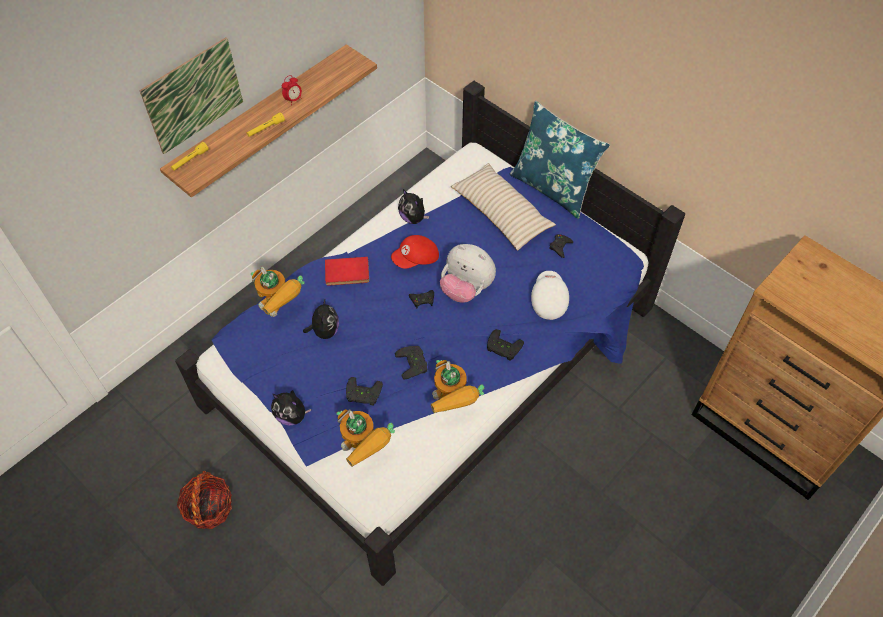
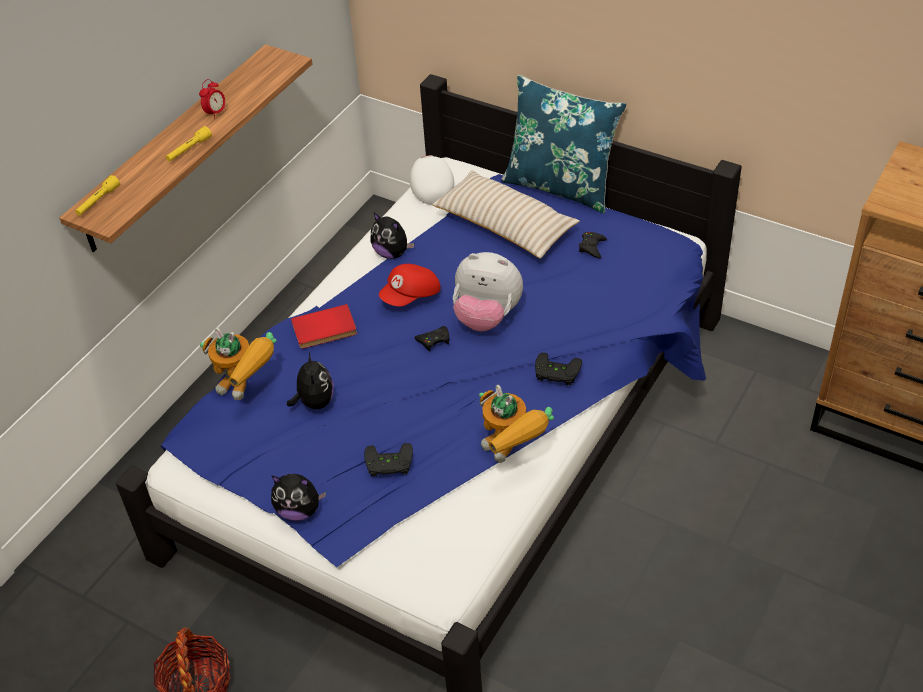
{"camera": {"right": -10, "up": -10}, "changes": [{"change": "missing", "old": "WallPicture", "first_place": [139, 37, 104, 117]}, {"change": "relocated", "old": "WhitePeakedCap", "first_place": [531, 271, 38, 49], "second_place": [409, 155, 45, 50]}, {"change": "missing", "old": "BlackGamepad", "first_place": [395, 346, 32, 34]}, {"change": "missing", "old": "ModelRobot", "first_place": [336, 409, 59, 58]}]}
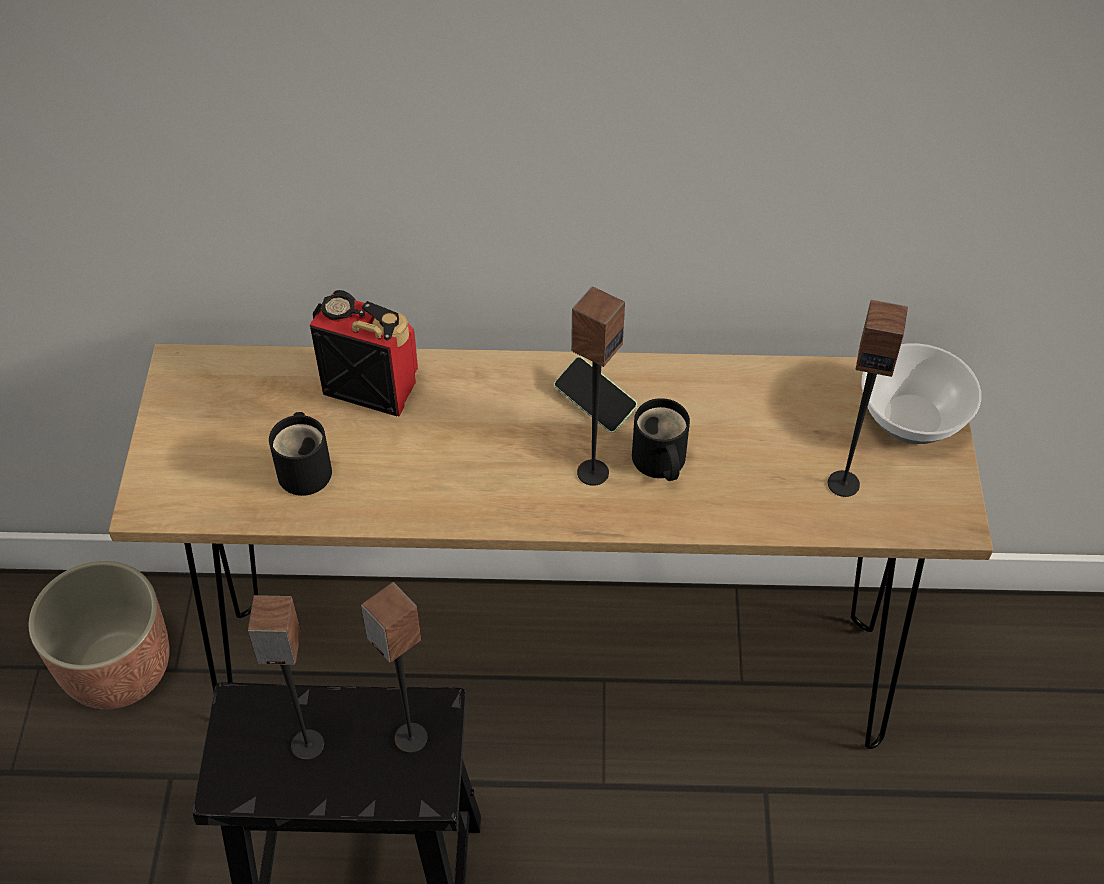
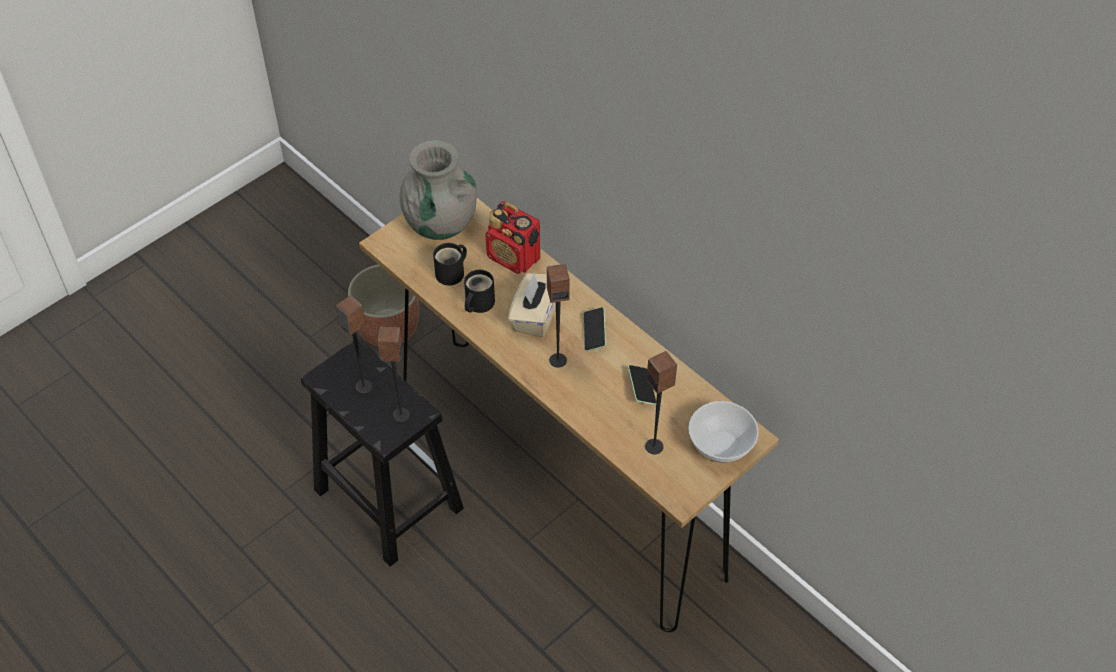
{"camera": {"right": 45, "up": 0}, "changes": [{"change": "spun", "old": "Radio", "first_place": [310, 290, 108, 126], "second_place": [485, 201, 55, 73], "degrees": 150}, {"change": "relocated", "old": "BlackCoffeeMug", "first_place": [632, 398, 58, 83], "second_place": [464, 270, 31, 43]}, {"change": "appeared", "new": "GreyDecorativeVase", "second_place": [399, 140, 78, 100]}, {"change": "appeared", "new": "SandColouredTissueHolder", "second_place": [508, 273, 48, 65]}, {"change": "appeared", "new": "Telephone", "second_place": [628, 365, 28, 40]}]}
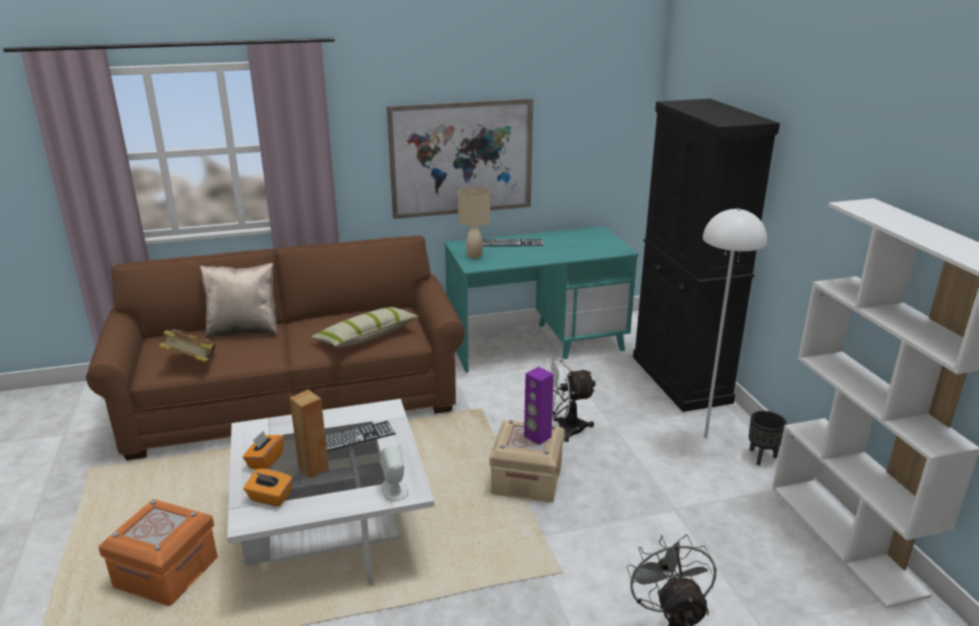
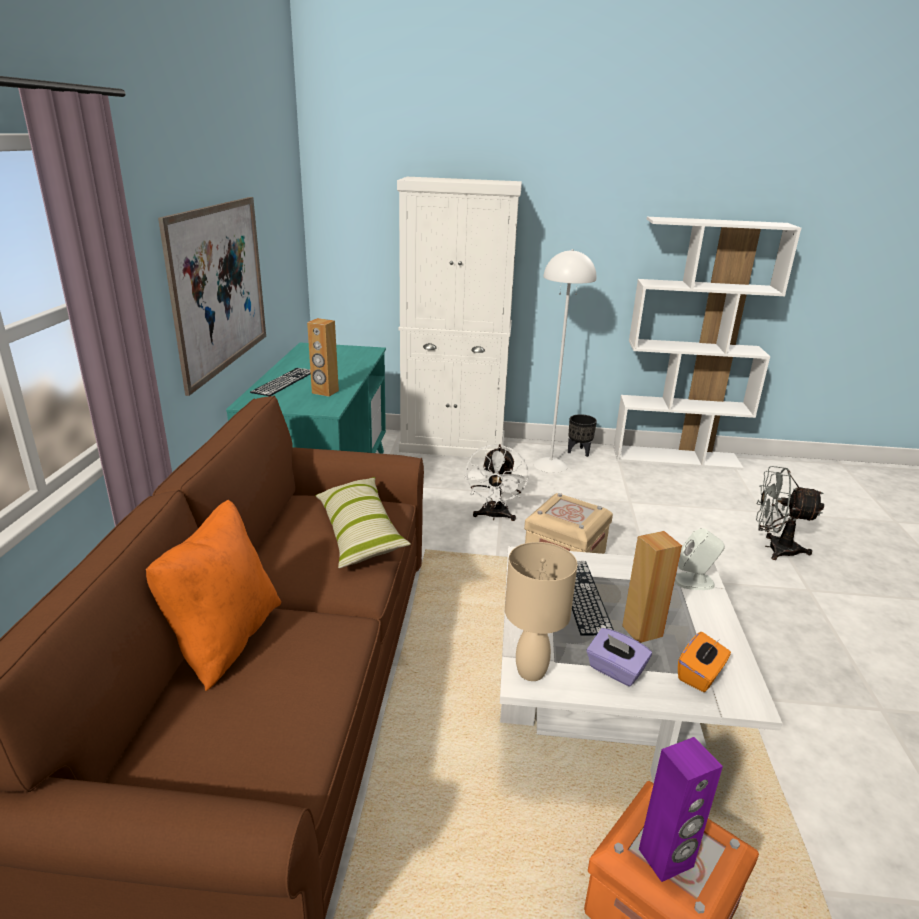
{"camera": {"right": -70, "up": 0}, "changes": [{"change": "colour", "old": "BlackCupboard", "new": "WhiteCupboard", "first_place": [633, 99, 147, 313], "second_place": [397, 177, 125, 281]}, {"change": "relocated", "old": "SandColouredTabletopLamp", "first_place": [458, 187, 32, 71], "second_place": [505, 542, 72, 139]}, {"change": "colour", "old": "SandColouredPillow", "new": "OrangePillow", "first_place": [200, 263, 78, 74], "second_place": [146, 500, 135, 191]}, {"change": "missing", "old": "BoundBook", "first_place": [159, 329, 57, 33]}, {"change": "relocated", "old": "PurpleLoudspeaker", "first_place": [524, 367, 30, 78], "second_place": [639, 737, 84, 145]}, {"change": "colour", "old": "OrangeTissueHolder", "new": "PurpleTissueHolder", "first_place": [243, 431, 41, 38], "second_place": [586, 628, 66, 59]}, {"change": "appeared", "new": "BrownLoudspeaker", "second_place": [307, 318, 32, 79]}]}
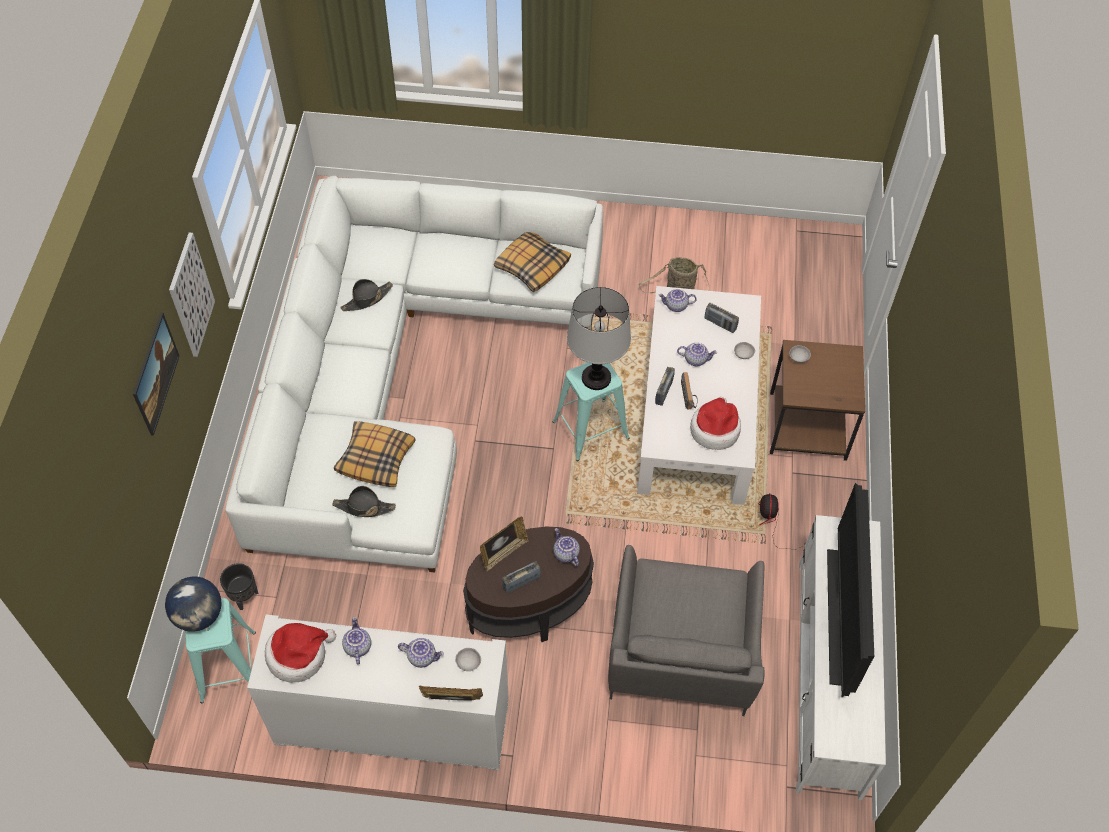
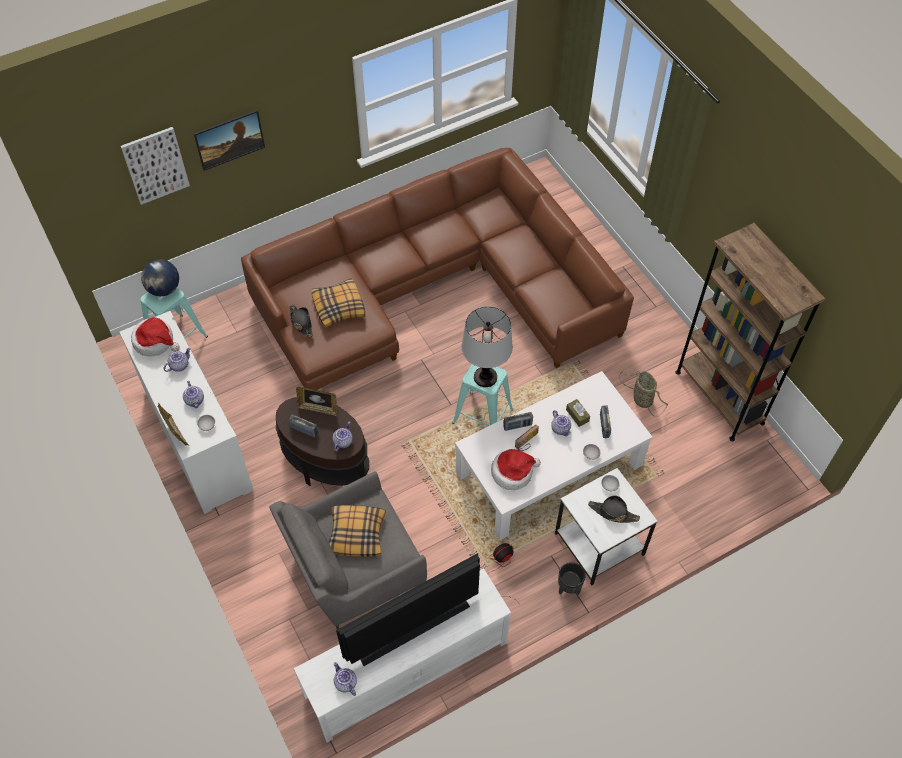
{"camera": {"right": 55, "up": 0}, "changes": [{"change": "colour", "old": "WhiteCouch", "new": "BrownCouch", "first_place": [225, 176, 378, 397], "second_place": [241, 148, 393, 242]}, {"change": "relocated", "old": "Pillow", "first_place": [494, 232, 77, 60], "second_place": [329, 505, 57, 52]}, {"change": "relocated", "old": "WallPicture", "first_place": [169, 233, 46, 124], "second_place": [120, 127, 70, 78]}, {"change": "relocated", "old": "BlackWearableHat", "first_place": [340, 279, 53, 32], "second_place": [588, 495, 52, 28]}, {"change": "relocated", "old": "TeaPot", "first_place": [658, 289, 39, 23], "second_place": [334, 662, 23, 34]}, {"change": "colour", "old": "BrownSideTable", "new": "WhiteSideTable", "first_place": [770, 340, 95, 121], "second_place": [555, 468, 103, 118]}, {"change": "relocated", "old": "BlackPlantPot", "first_place": [220, 563, 39, 47], "second_place": [558, 562, 28, 33]}, {"change": "appeared", "new": "BrownShelvingUnit", "second_place": [675, 223, 151, 218]}, {"change": "appeared", "new": "BrownTissueHolder", "second_place": [566, 399, 24, 28]}]}
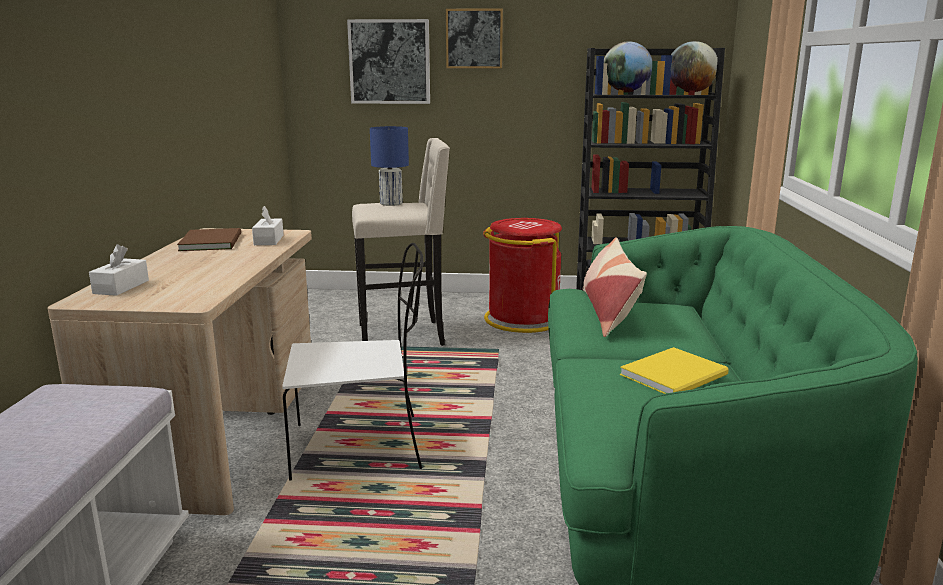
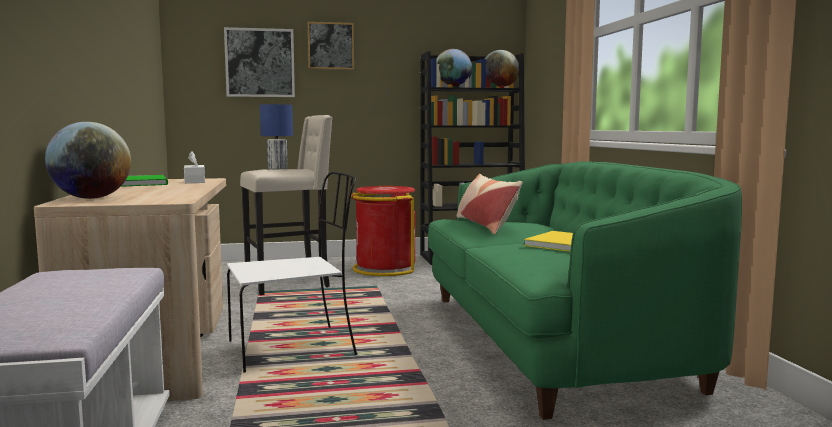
{"camera": {"right": -15, "up": -10}, "changes": [{"change": "colour", "old": "BrownBoundBook", "new": "GreenColouredBoundBook", "first_place": [177, 228, 64, 23], "second_place": [121, 175, 47, 12]}, {"change": "exchanged", "old": "WhiteTissueHolder", "new": "WorldGlobe", "first_place": [89, 244, 60, 52], "second_place": [45, 122, 86, 77]}]}
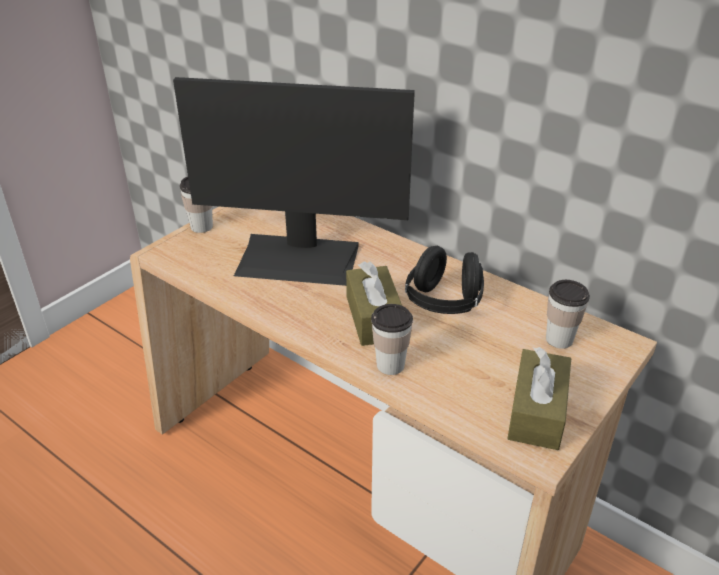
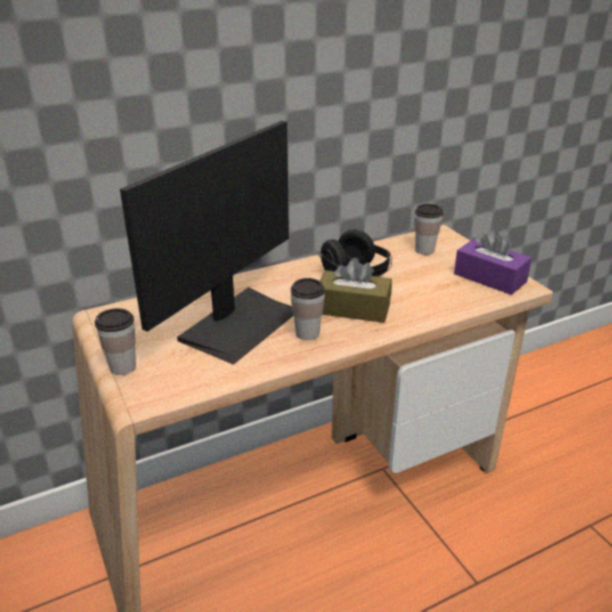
{"camera": {"right": -65, "up": -5}, "changes": [{"change": "relocated", "old": "SmallCup", "first_place": [371, 304, 42, 71], "second_place": [291, 278, 34, 62]}, {"change": "colour", "old": "BrownTissueHolder", "new": "PurpleTissueHolder", "first_place": [507, 347, 64, 103], "second_place": [454, 229, 78, 66]}]}
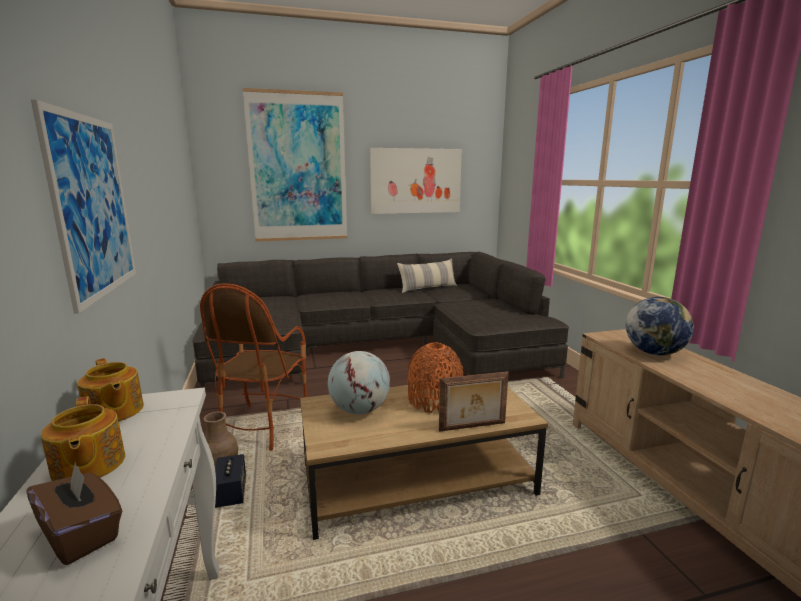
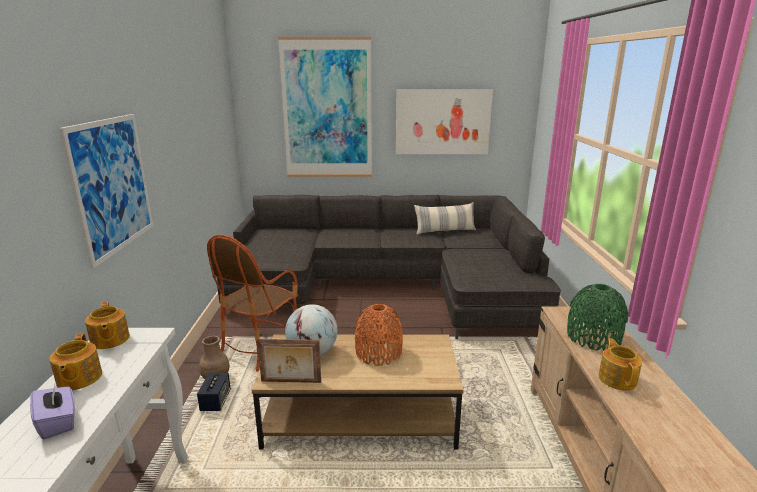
{"camera": {"right": 15, "up": 5}, "changes": [{"change": "exchanged", "old": "WorldGlobe", "new": "GreenColouredDecorativeVase", "first_place": [626, 297, 68, 58], "second_place": [567, 284, 61, 67]}, {"change": "relocated", "old": "PictureFrame", "first_place": [439, 371, 70, 61], "second_place": [257, 339, 64, 44]}, {"change": "colour", "old": "BrownTissueHolder", "new": "PurpleTissueHolder", "first_place": [27, 461, 95, 104], "second_place": [30, 385, 45, 55]}, {"change": "appeared", "new": "TeaPot", "second_place": [598, 338, 44, 53]}]}
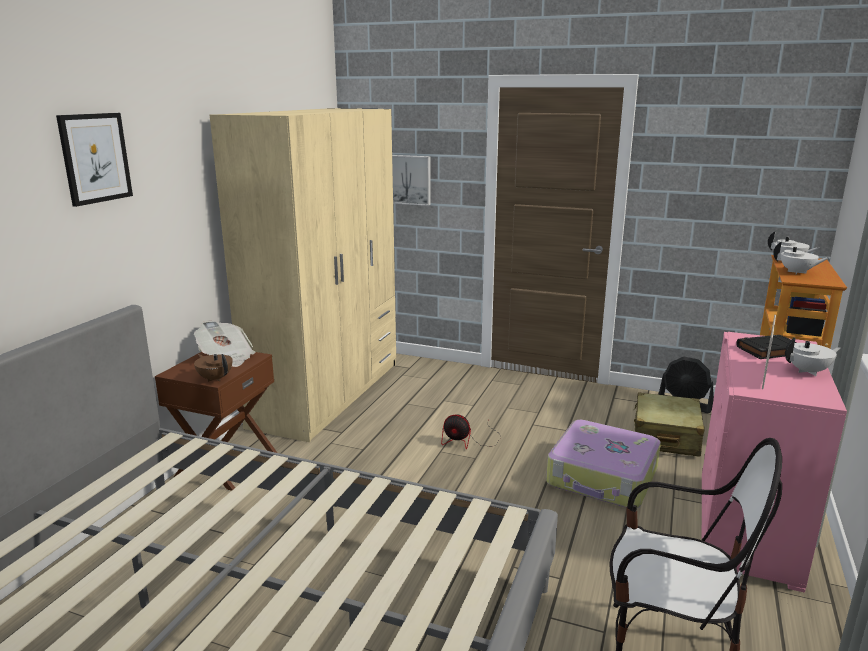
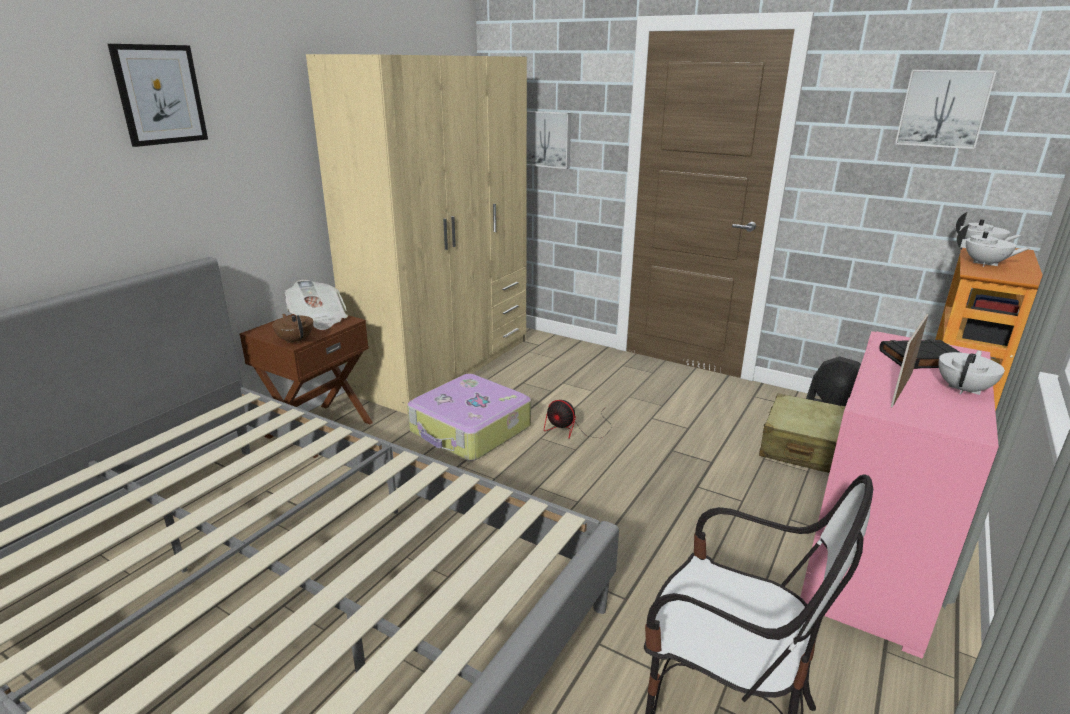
{"camera": {"right": 10, "up": 5}, "changes": [{"change": "spun", "old": "WhiteTeaPot", "first_place": [785, 338, 55, 38], "second_place": [939, 351, 66, 44], "degrees": -45}, {"change": "relocated", "old": "TravelCase", "first_place": [546, 420, 115, 88], "second_place": [407, 374, 124, 87]}, {"change": "appeared", "new": "WallPicture", "second_place": [895, 70, 102, 79]}]}
